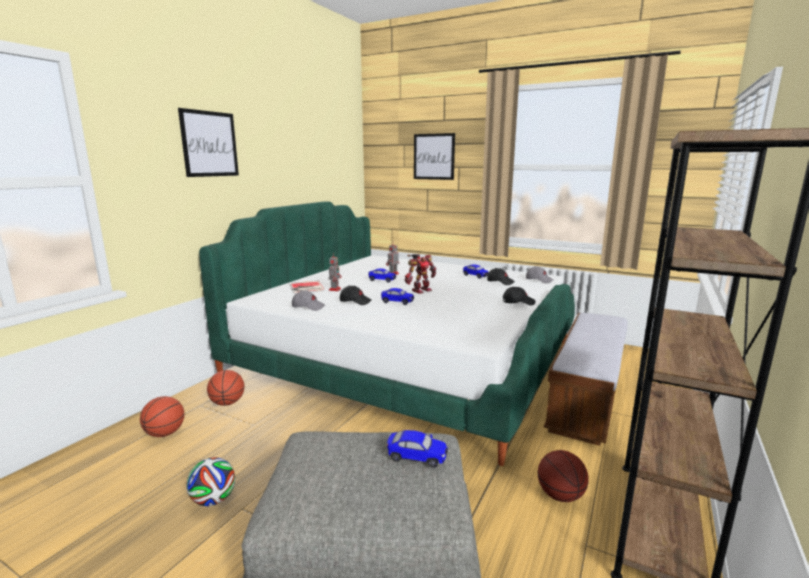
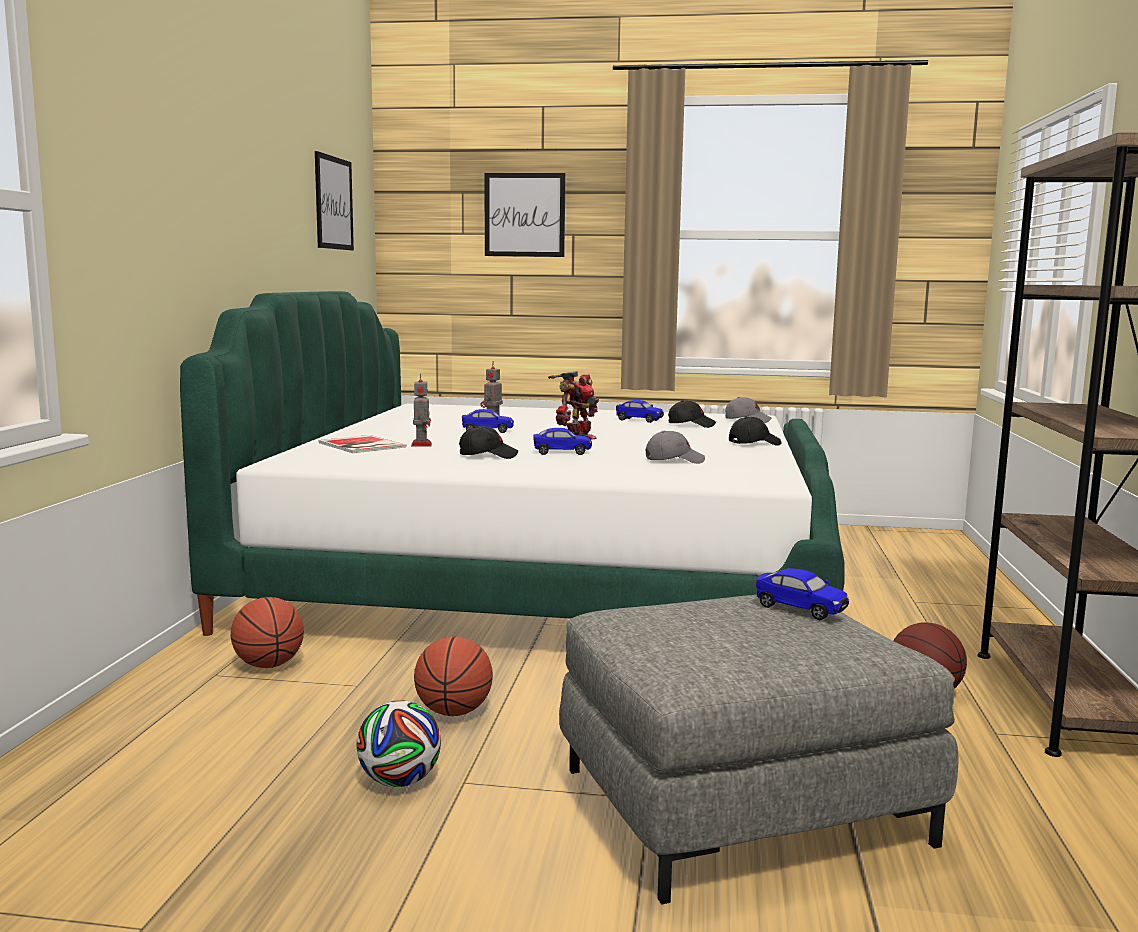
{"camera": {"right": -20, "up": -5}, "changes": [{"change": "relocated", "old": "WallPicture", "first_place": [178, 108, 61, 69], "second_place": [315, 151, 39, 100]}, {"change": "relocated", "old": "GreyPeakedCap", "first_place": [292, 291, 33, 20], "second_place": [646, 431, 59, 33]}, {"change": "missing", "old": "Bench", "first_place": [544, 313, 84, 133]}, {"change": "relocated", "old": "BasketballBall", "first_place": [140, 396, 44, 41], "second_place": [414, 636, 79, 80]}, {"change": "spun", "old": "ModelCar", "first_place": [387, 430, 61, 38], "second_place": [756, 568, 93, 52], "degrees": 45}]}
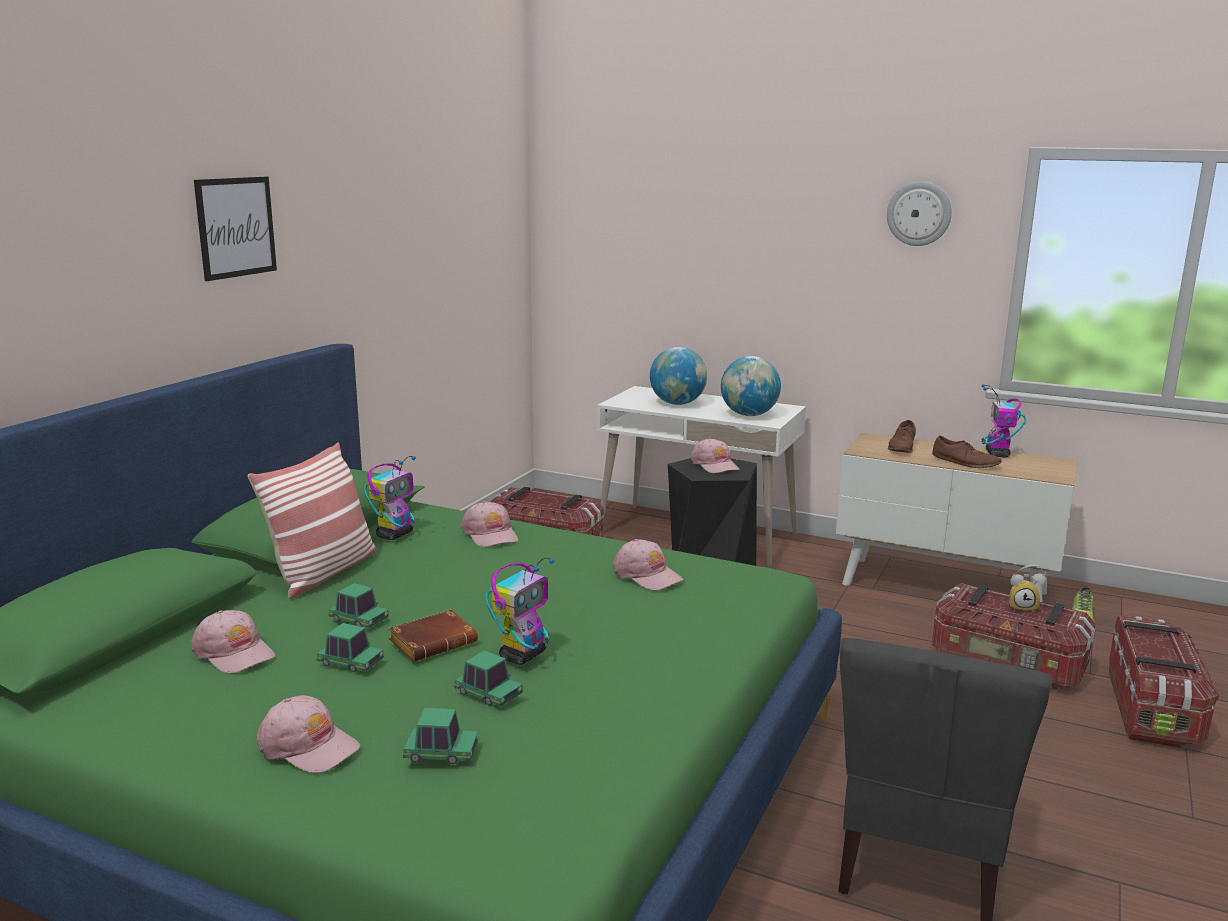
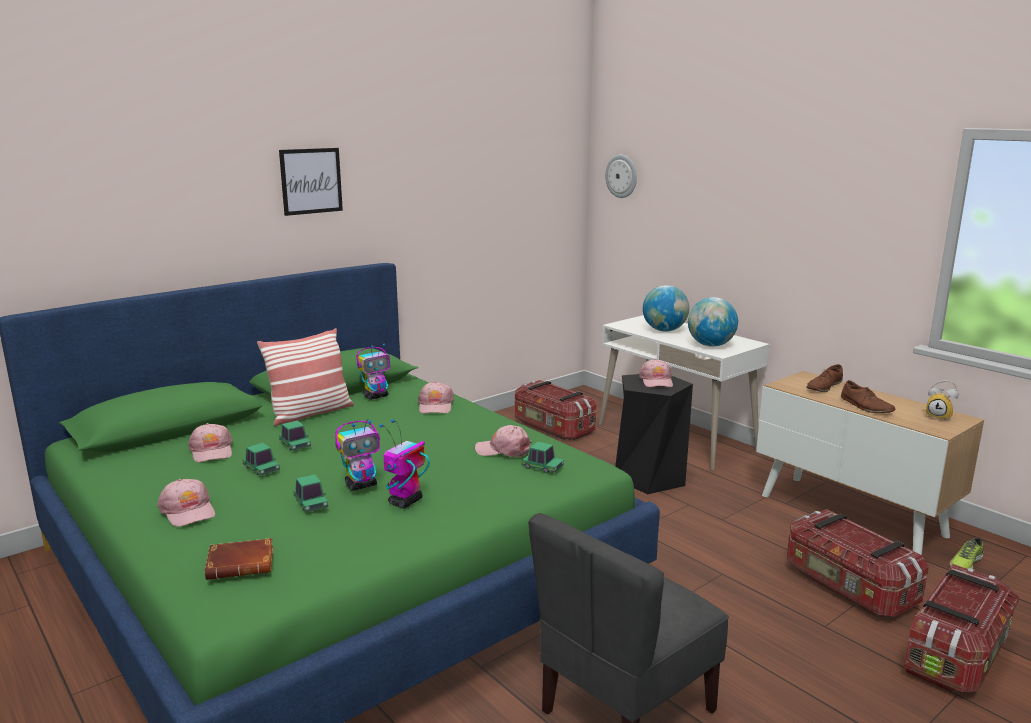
{"camera": {"right": 25, "up": 0}, "changes": [{"change": "relocated", "old": "WallClock", "first_place": [887, 181, 65, 65], "second_place": [605, 155, 32, 43]}, {"change": "relocated", "old": "ModelRobot", "first_place": [981, 384, 45, 73], "second_place": [379, 419, 51, 89]}, {"change": "spun", "old": "PinkPeakedCap", "first_place": [613, 539, 71, 52], "second_place": [475, 425, 56, 32], "degrees": 120}, {"change": "relocated", "old": "BedsideClock", "first_place": [1009, 564, 37, 49], "second_place": [926, 380, 33, 41]}, {"change": "relocated", "old": "BrownBoundBook", "first_place": [389, 610, 89, 52], "second_place": [205, 538, 68, 42]}, {"change": "relocated", "old": "ModelCar", "first_place": [403, 708, 75, 56], "second_place": [521, 442, 43, 31]}]}
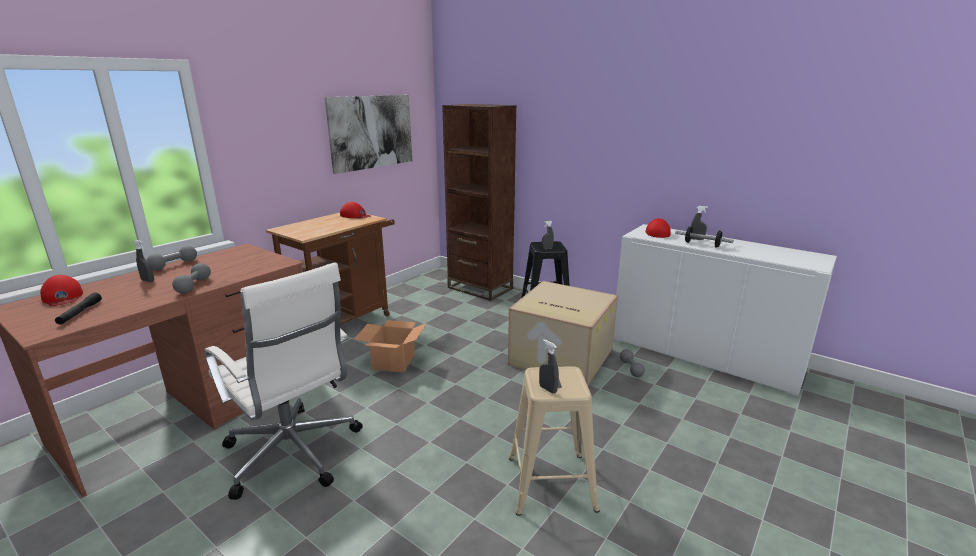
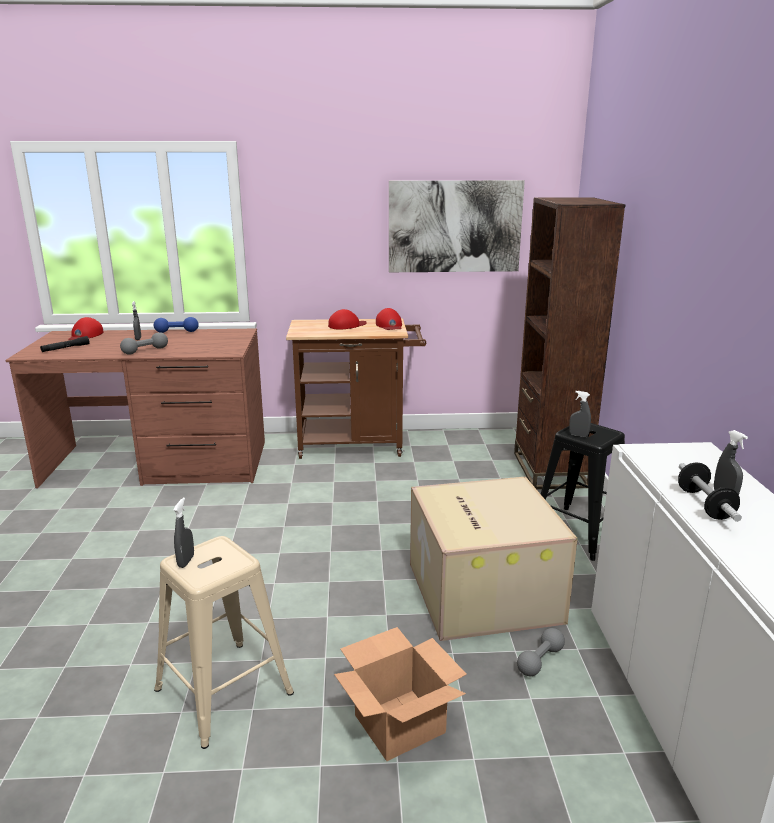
{"camera": {"right": 50, "up": 0}, "changes": [{"change": "relocated", "old": "RedColouredPeakedCap", "first_place": [645, 218, 26, 20], "second_place": [328, 309, 39, 21]}, {"change": "colour", "old": "GreyFreeWeight", "new": "BluishFreeWeight", "first_place": [147, 246, 50, 24], "second_place": [154, 317, 45, 16]}, {"change": "missing", "old": "WhiteOfficeChair", "first_place": [205, 262, 158, 238]}, {"change": "relocated", "old": "Carton", "first_place": [353, 320, 74, 53], "second_place": [334, 627, 133, 134]}]}
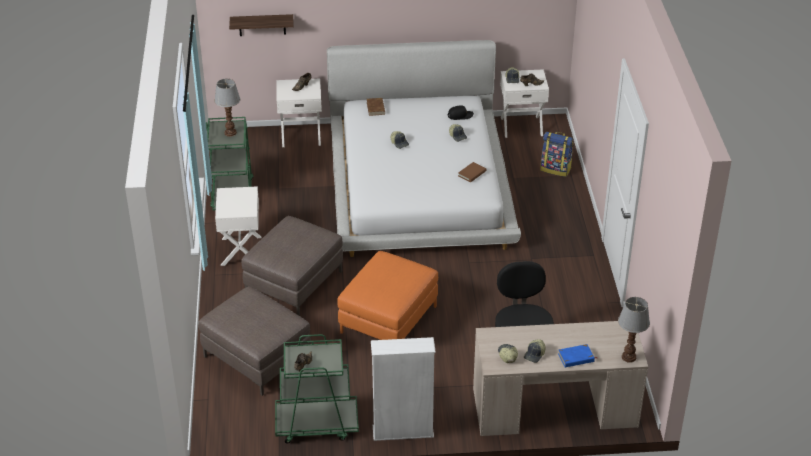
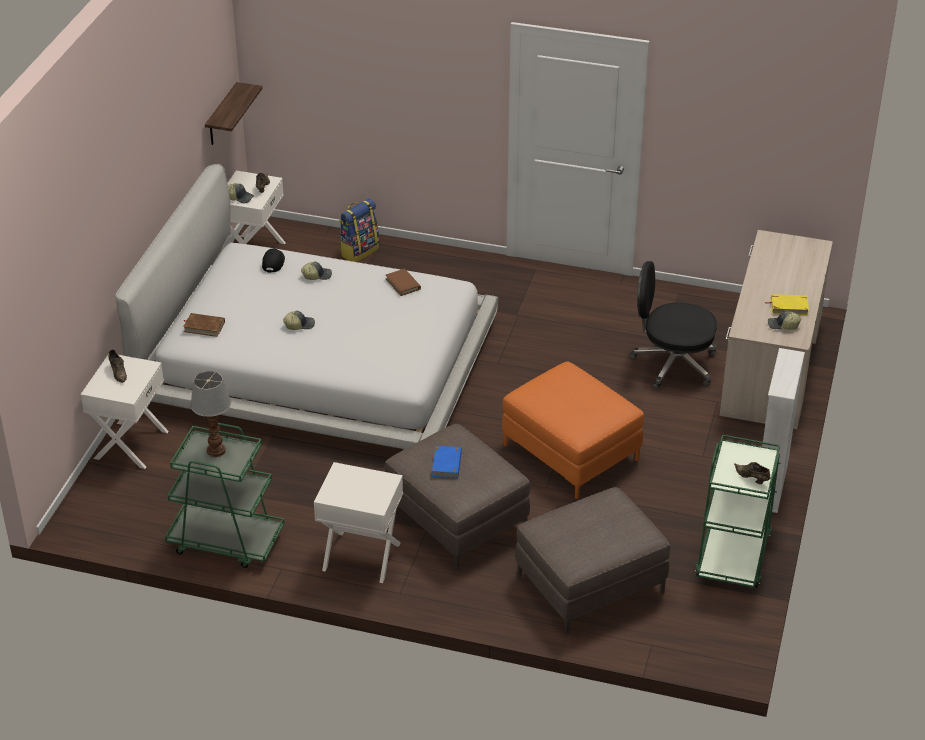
{"camera": {"right": -70, "up": 0}, "changes": [{"change": "relocated", "old": "WallShelf", "first_place": [229, 14, 65, 22], "second_place": [205, 82, 58, 63]}, {"change": "missing", "old": "TabletopLamp", "first_place": [618, 297, 32, 66]}, {"change": "exchanged", "old": "PeakedCap", "new": "YellowColouredBoundBook", "first_place": [524, 339, 22, 24], "second_place": [765, 294, 44, 21]}, {"change": "relocated", "old": "BluishBoundBook", "first_place": [558, 344, 39, 23], "second_place": [432, 446, 30, 32]}]}
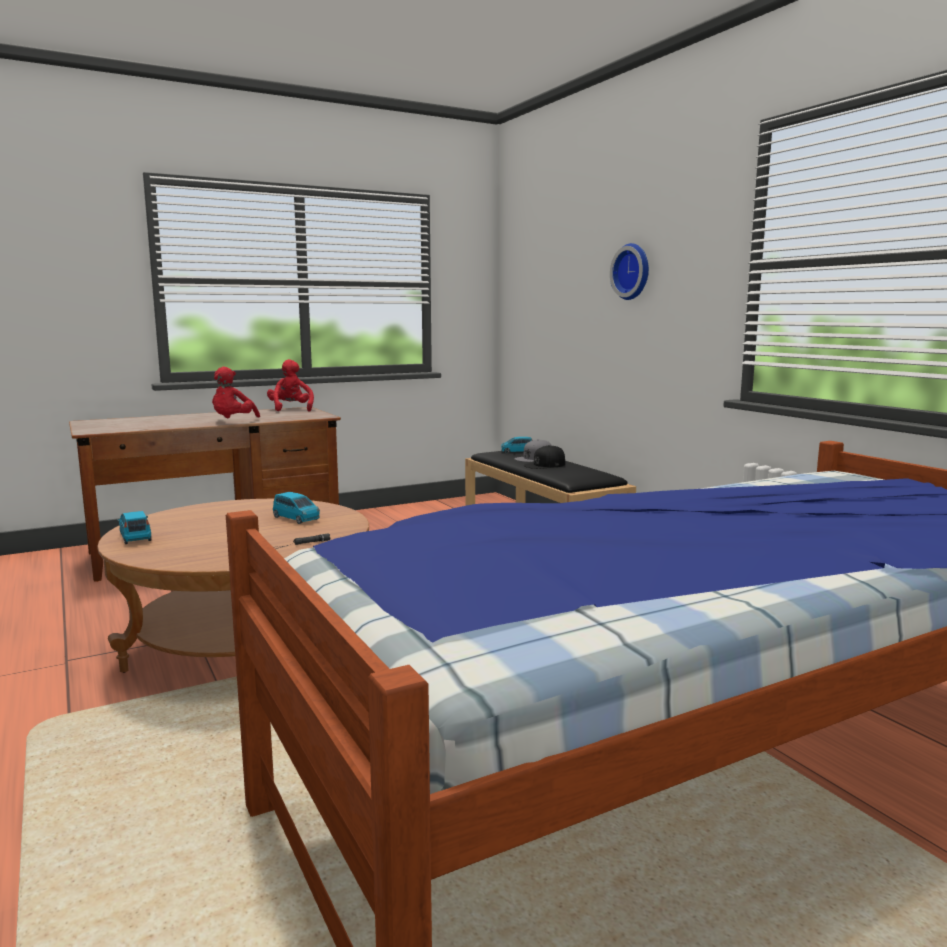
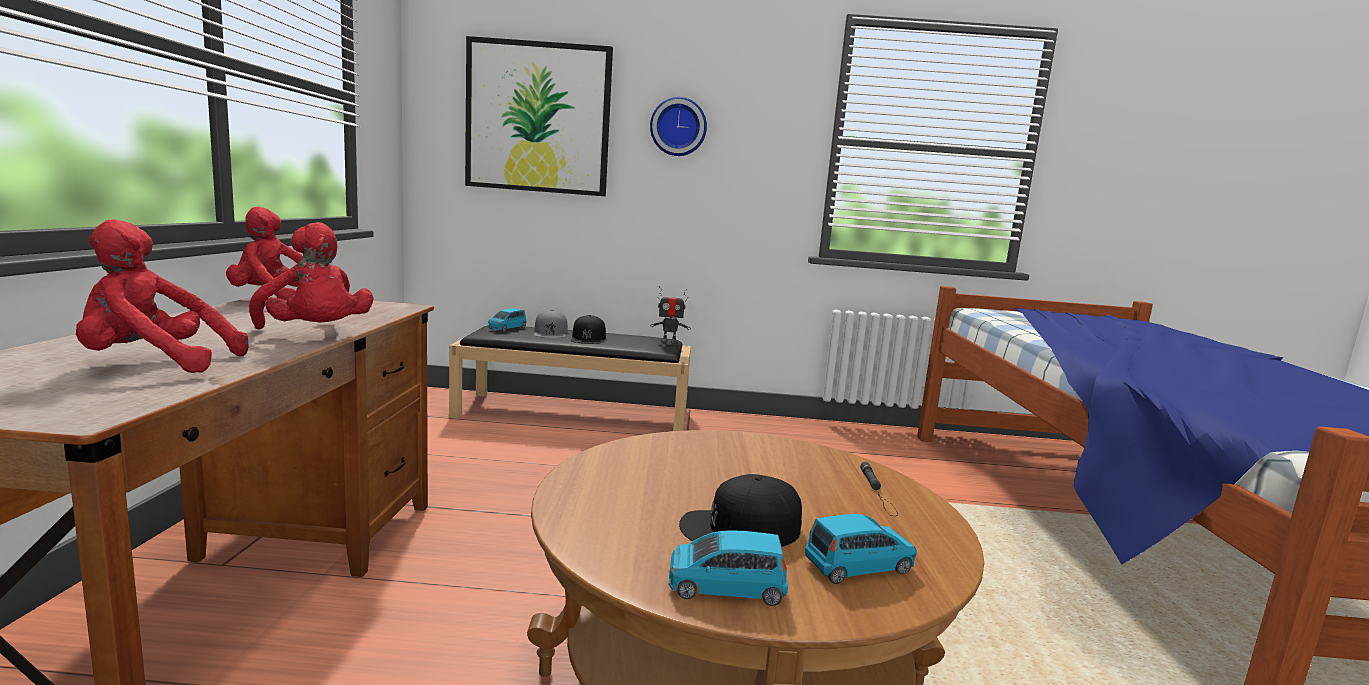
{"camera": {"right": -60, "up": 0}, "changes": [{"change": "relocated", "old": "BluishModelCar", "first_place": [273, 492, 47, 32], "second_place": [805, 514, 112, 70]}, {"change": "appeared", "new": "WallPicture", "second_place": [465, 36, 148, 160]}, {"change": "appeared", "new": "RedColouredPlushToy", "second_place": [76, 219, 173, 154]}, {"change": "appeared", "new": "ModelRobot", "second_place": [650, 286, 41, 59]}, {"change": "appeared", "new": "BlackPeakedCap", "second_place": [679, 474, 123, 73]}]}
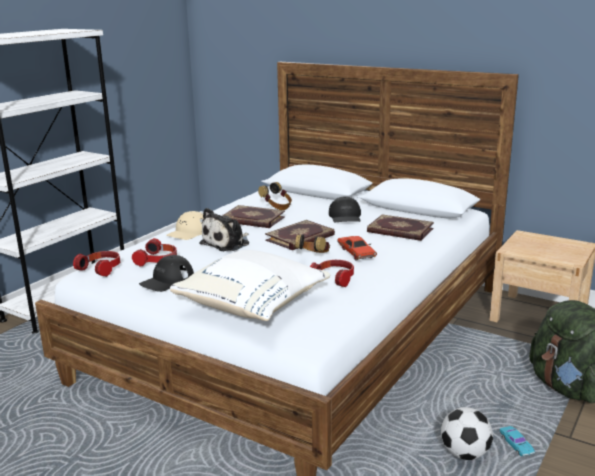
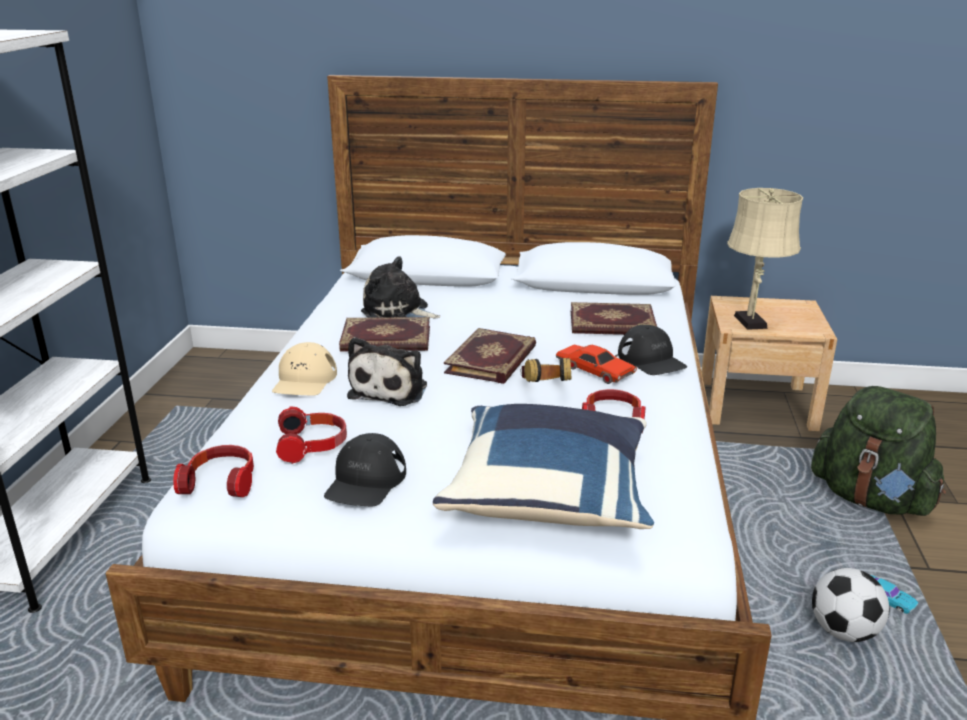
{"camera": {"right": -25, "up": 5}, "changes": [{"change": "exchanged", "old": "PairOfHeadphones", "new": "PlushToy", "first_place": [258, 182, 34, 28], "second_place": [361, 256, 80, 63]}, {"change": "relocated", "old": "BlackPeakedCap", "first_place": [329, 196, 32, 26], "second_place": [618, 325, 70, 50]}, {"change": "colour", "old": "WhitePillow", "new": "BluishPillow", "first_place": [170, 250, 160, 71], "second_place": [433, 404, 221, 125]}, {"change": "appeared", "new": "SandColouredTabletopLamp", "second_place": [727, 188, 76, 142]}]}
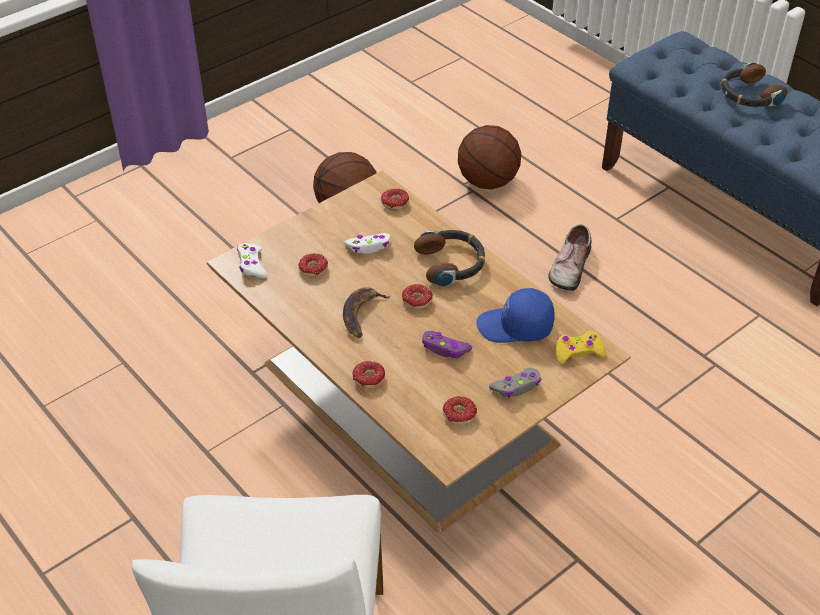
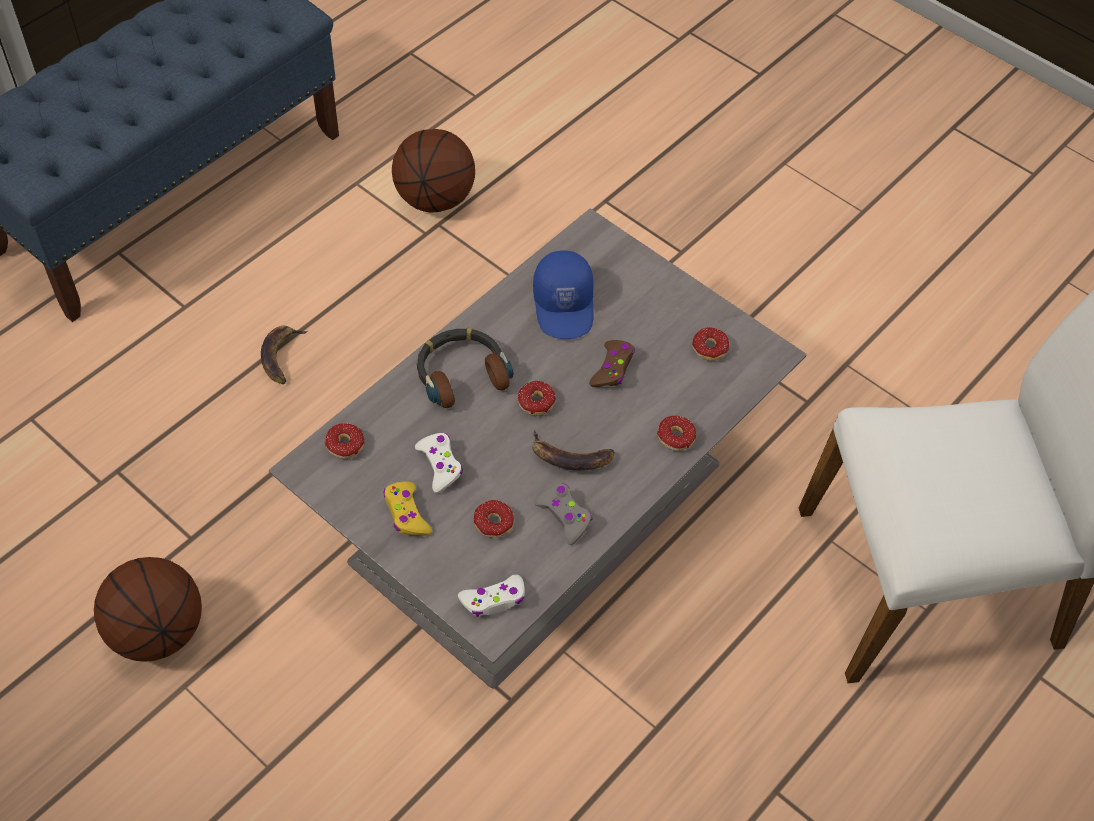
{"camera": {"right": -100, "up": 10}, "changes": [{"change": "missing", "old": "PairOfHeadphones", "first_place": [721, 62, 67, 45]}, {"change": "relocated", "old": "BasketballBall", "first_place": [458, 125, 63, 64], "second_place": [392, 129, 83, 83]}, {"change": "colour", "old": "BrownLowTable", "new": "GreyLowTable", "first_place": [207, 171, 424, 362], "second_place": [269, 208, 538, 481]}, {"change": "exchanged", "old": "Shoe", "new": "BananaFruit", "first_place": [548, 224, 43, 67], "second_place": [261, 326, 46, 58]}, {"change": "colour", "old": "PurpleGamepad", "new": "BrownGamepad", "first_place": [422, 331, 50, 27], "second_place": [589, 340, 46, 47]}, {"change": "relocated", "old": "YellowColouredGamepad", "first_place": [556, 331, 50, 33], "second_place": [384, 481, 48, 55]}, {"change": "relocated", "old": "GreyGamepad", "first_place": [489, 368, 52, 30], "second_place": [534, 483, 58, 62]}]}
